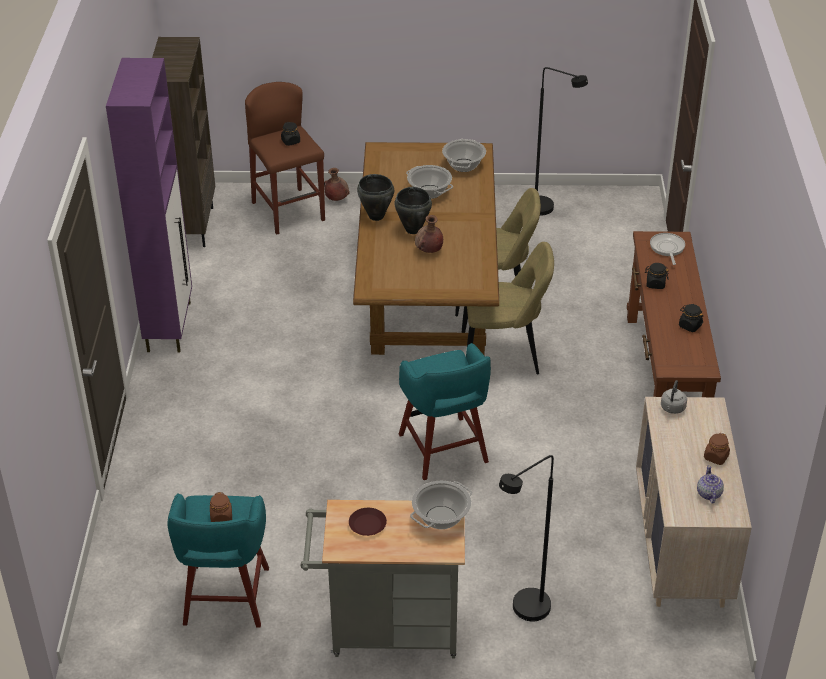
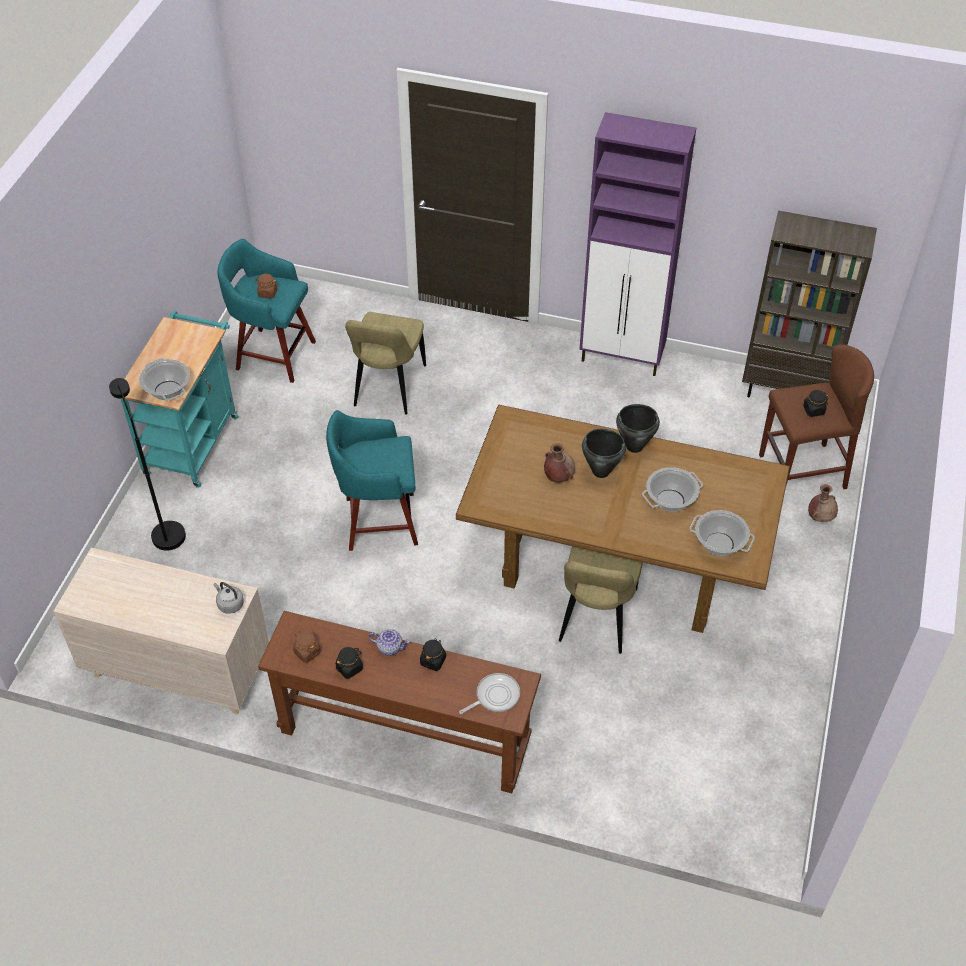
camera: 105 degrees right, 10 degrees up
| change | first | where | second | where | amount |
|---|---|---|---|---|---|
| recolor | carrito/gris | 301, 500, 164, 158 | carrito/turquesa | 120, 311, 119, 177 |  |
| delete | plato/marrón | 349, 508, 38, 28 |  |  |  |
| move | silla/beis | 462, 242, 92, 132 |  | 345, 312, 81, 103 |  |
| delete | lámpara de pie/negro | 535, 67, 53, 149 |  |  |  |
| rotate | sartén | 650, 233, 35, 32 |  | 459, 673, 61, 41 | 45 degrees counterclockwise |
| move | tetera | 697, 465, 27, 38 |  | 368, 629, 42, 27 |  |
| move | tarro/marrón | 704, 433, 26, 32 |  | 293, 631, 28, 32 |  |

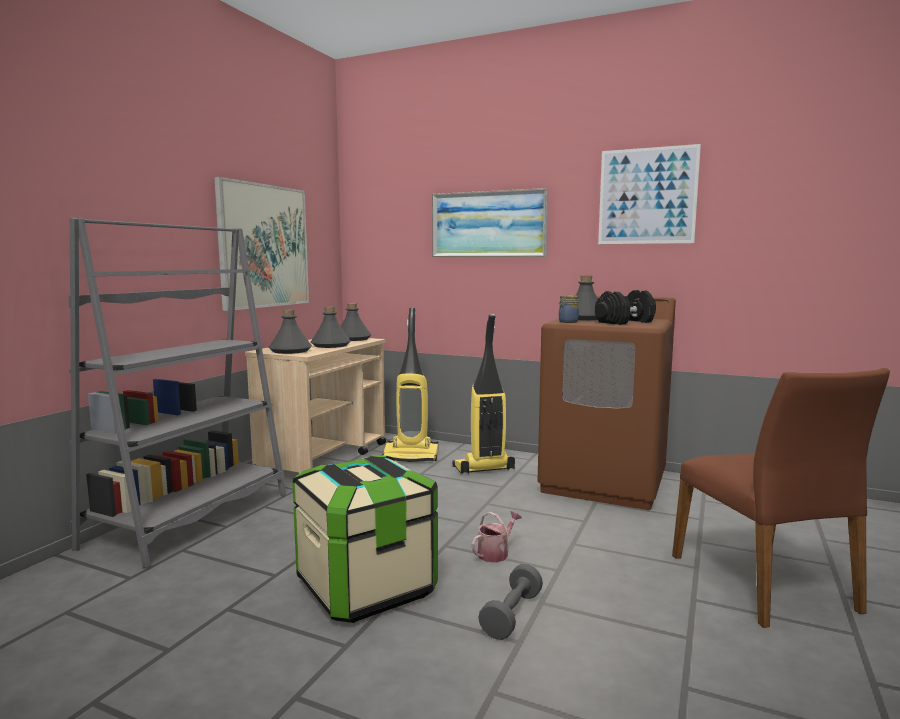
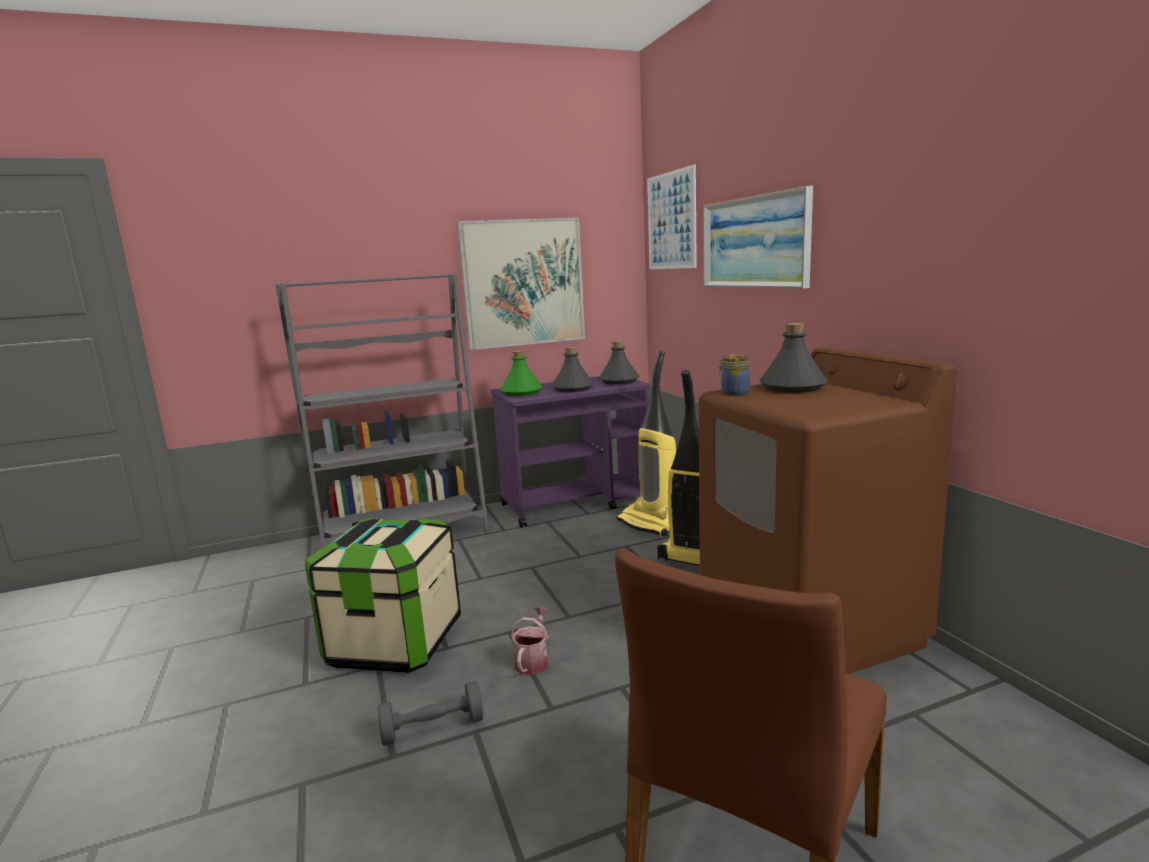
camera: 45 degrees right, 5 degrees up
| change | first | where | second | where | amount |
|---|---|---|---|---|---|
| recolor | carrito/beis | 245, 338, 141, 135 | carrito/morado | 491, 376, 159, 151 |  |
| recolor | botella/gris | 269, 310, 43, 44 | botella/verde | 500, 350, 42, 46 |  |
| rotate | regadera | 472, 511, 50, 52 |  | 511, 607, 38, 68 | 75 degrees counterclockwise |
| delete | mancuerna/negro | 595, 290, 61, 35 |  |  |  |
| move | cuadro | 598, 144, 103, 100 |  | 647, 164, 50, 105 |  |

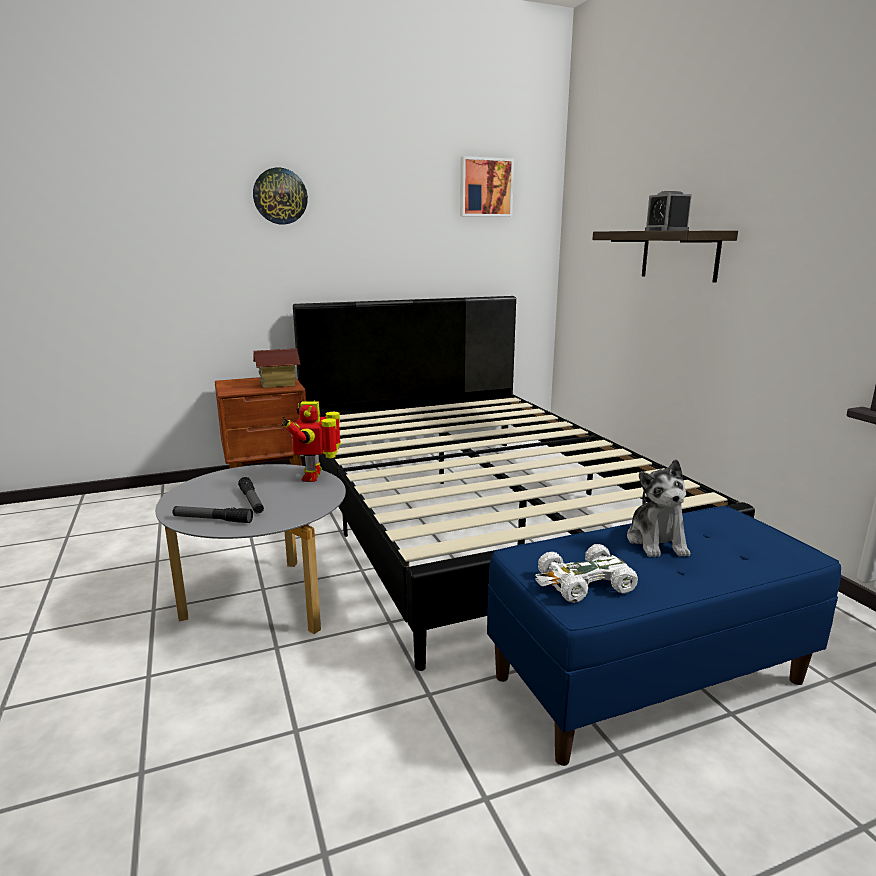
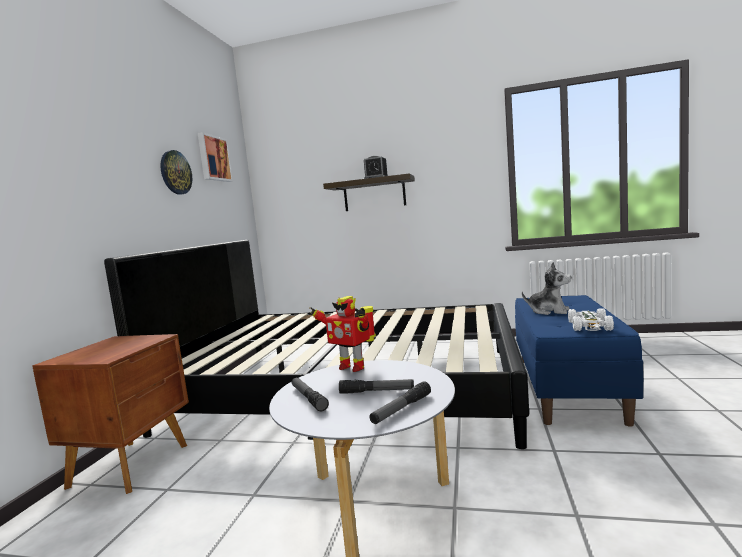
camera: 55 degrees left, 10 degrees down
| change | first | where | second | where | amount |
|---|---|---|---|---|---|
| move | reloj de pared | 253, 167, 55, 57 |  | 160, 150, 32, 45 |  |
| delete | casita | 253, 348, 48, 40 |  |  |  |
| insert |  |  | linterna | 292, 377, 37, 34 |  |

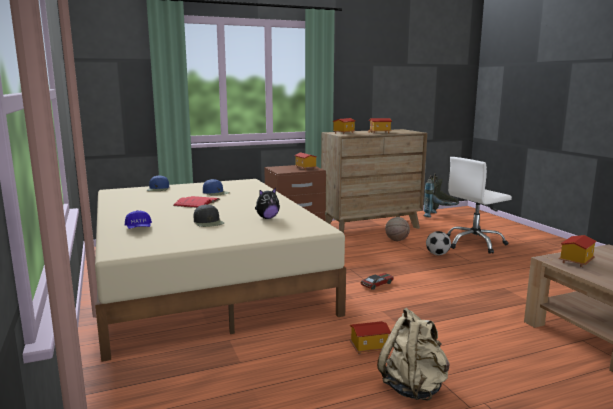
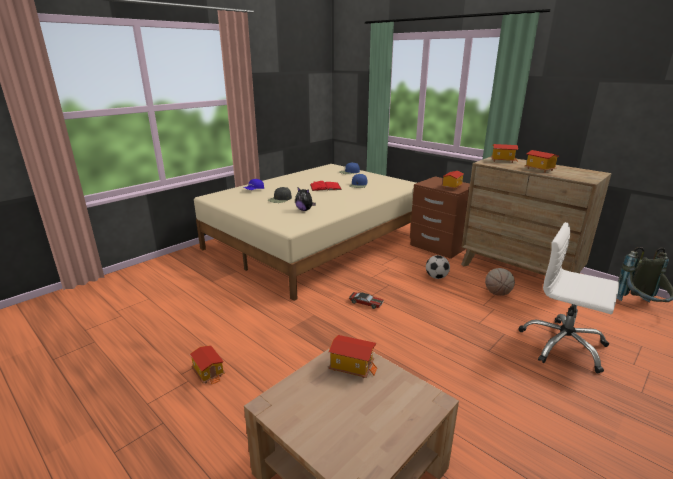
camera: 65 degrees right, 10 degrees up
| change | first | where | second | where | amount |
|---|---|---|---|---|---|
| move | casita | 350, 321, 41, 34 |  | 190, 345, 35, 39 |  |
| delete | mochila/beis | 377, 308, 73, 93 |  |  |  |
| move | balón de fútbol | 426, 231, 25, 24 |  | 426, 255, 24, 24 |  |

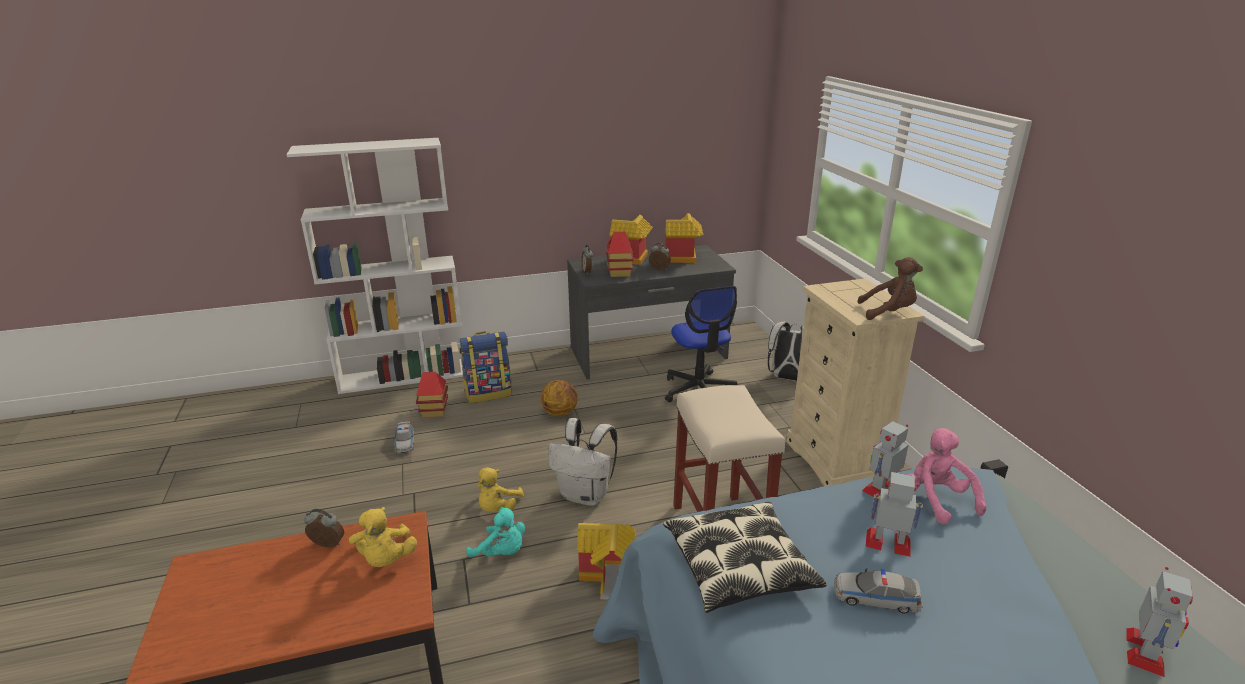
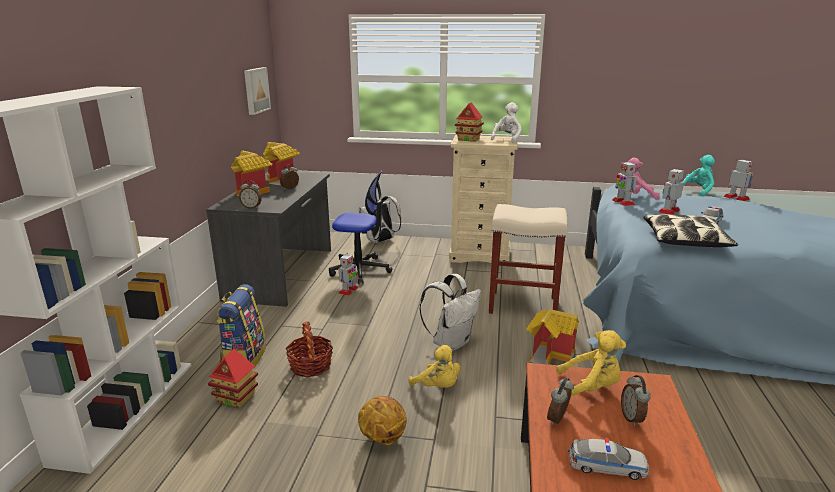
camera: 65 degrees left, 5 degrees down
| change | first | where | second | where | amount |
|---|---|---|---|---|---|
| move | coche de juguete | 393, 421, 21, 32 |  | 568, 438, 81, 42 |  |
| move | peluche/turquesa | 466, 507, 59, 50 |  | 683, 155, 32, 41 |  |
| move | balón de baloncesto | 541, 380, 37, 37 |  | 358, 396, 49, 50 |  |
| move | casita | 606, 232, 28, 45 |  | 455, 102, 29, 40 |  |
| recolor | peluche/marrón | 857, 257, 66, 63 | peluche/blanco | 491, 102, 31, 41 |  |
| insert |  |  | cuadro | 244, 67, 27, 48 |  |
| insert |  |  | cesta | 286, 321, 47, 56 |  |
| insert |  |  | robot de juguete | 338, 253, 21, 43 |  |
| insert |  |  | despertador | 621, 375, 30, 51 |  |

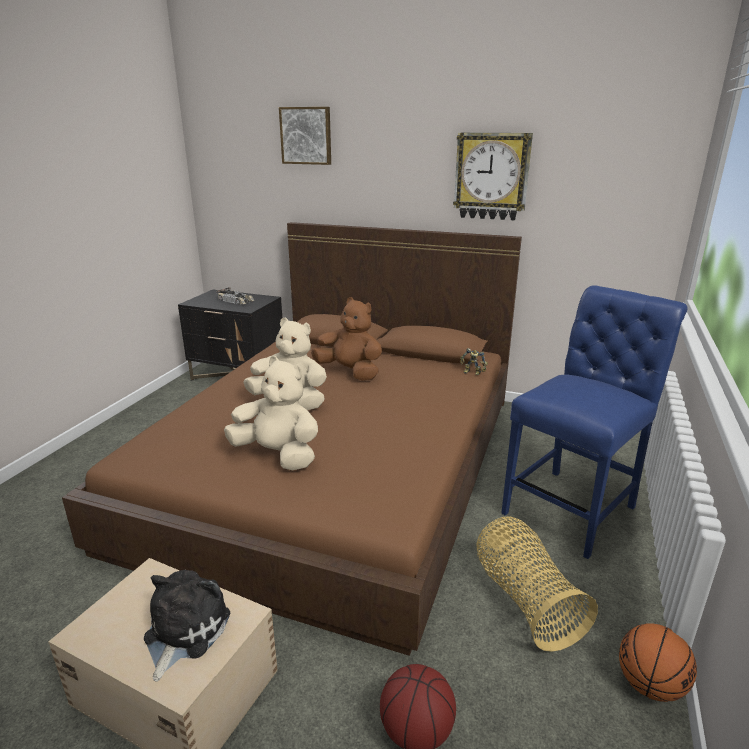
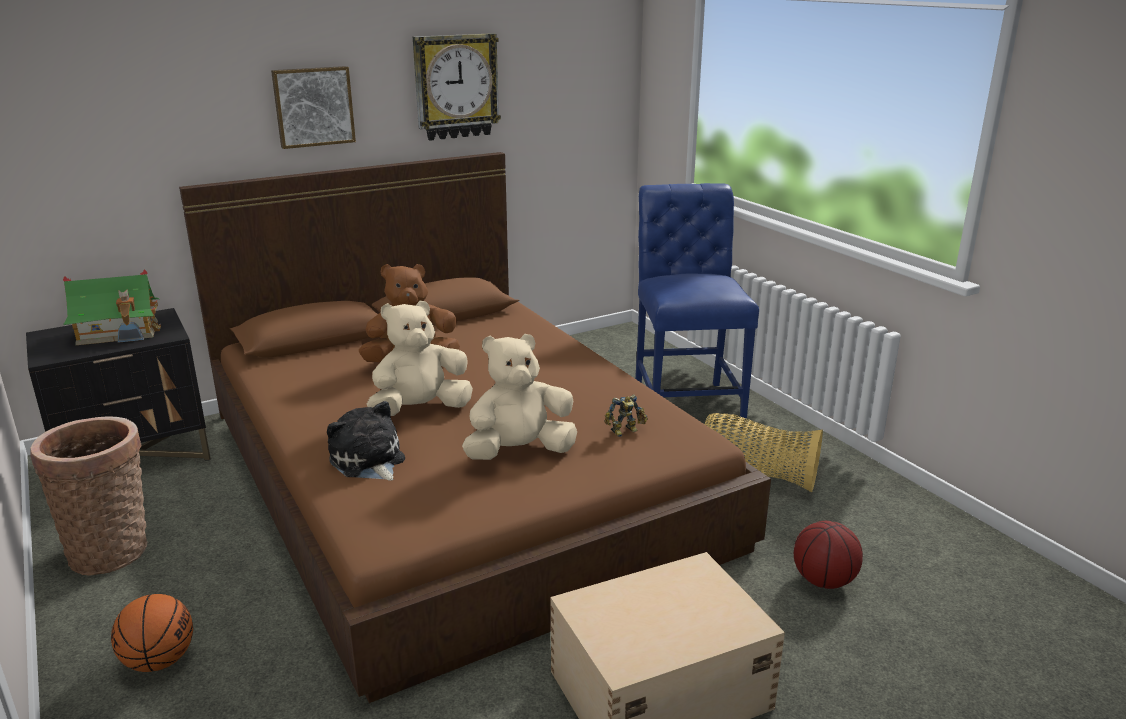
camera: 50 degrees left, 0 degrees up
| change | first | where | second | where | amount |
|---|---|---|---|---|---|
| move | peluche | 144, 570, 87, 111 |  | 327, 401, 78, 80 |  |
| replace | coche de juguete | 217, 287, 38, 18 | casita | 63, 269, 98, 77 |  |
| move | cuadro | 279, 107, 52, 58 |  | 271, 66, 85, 83 |  |
| move | robot de juguete | 460, 348, 28, 27 |  | 604, 394, 44, 43 |  |
| move | balón de baloncesto | 619, 623, 78, 79 |  | 111, 594, 82, 78 |  |
| insert |  |  | cesta | 30, 416, 118, 159 |  |

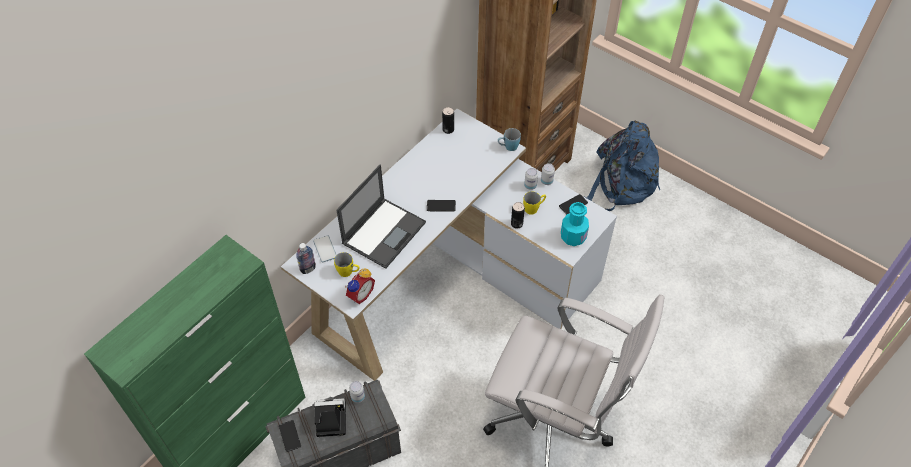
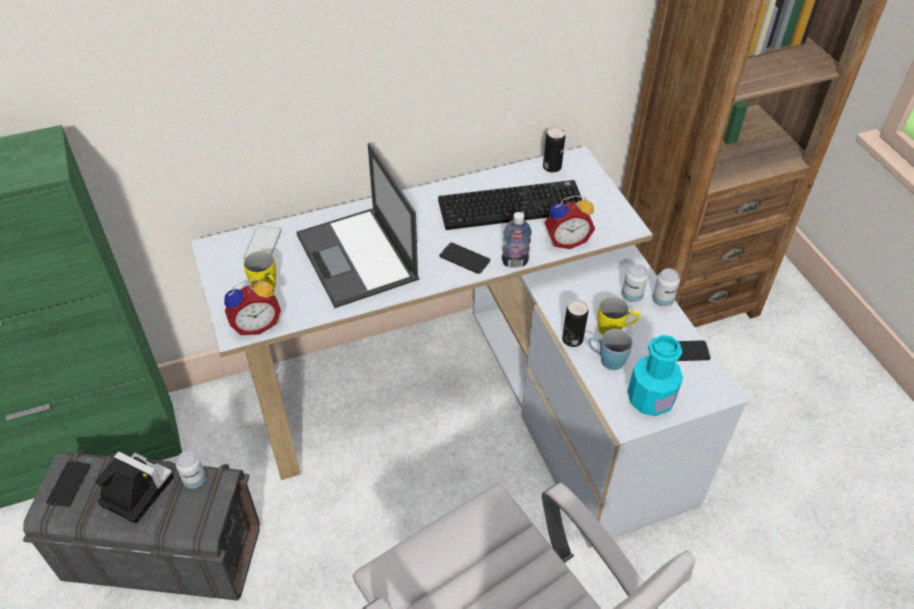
camera: 30 degrees right, 5 degrees down
| change | first | where | second | where | amount |
|---|---|---|---|---|---|
| move | botella | 297, 243, 19, 31 |  | 502, 212, 30, 56 |  |
| rotate | portátil | 336, 165, 90, 104 |  | 296, 143, 123, 165 | 90 degrees clockwise |
| move | taza grande/azul | 498, 128, 23, 23 |  | 588, 329, 45, 41 |  |
| delete | mochila/azul | 584, 121, 76, 90 |  |  |  |
| insert |  |  | teclado | 438, 180, 144, 50 |  |
| insert |  |  | despertador | 545, 196, 50, 53 |  |

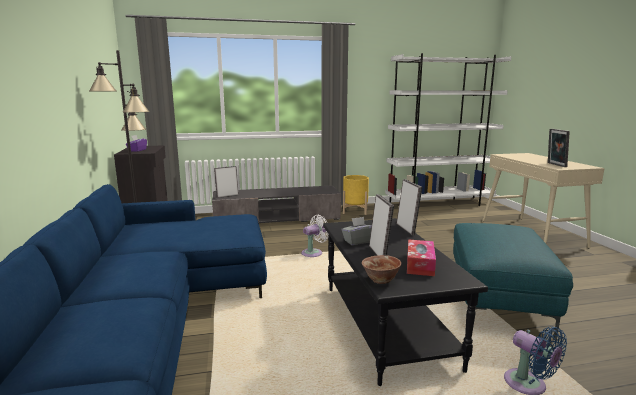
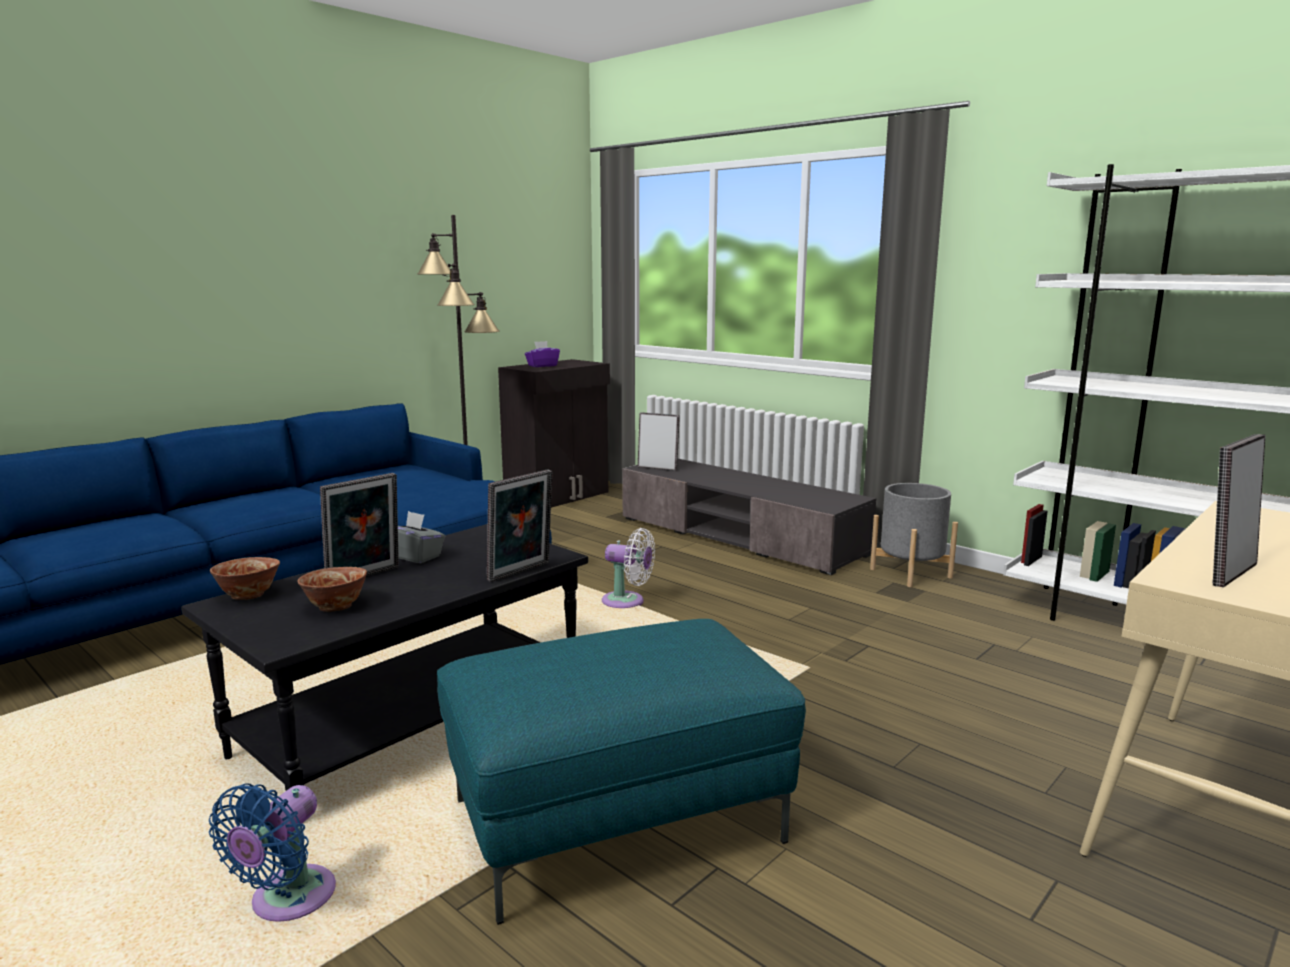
camera: 55 degrees right, 0 degrees up
| change | first | where | second | where | amount |
|---|---|---|---|---|---|
| recolor | maceta/amarillo | 343, 175, 26, 40 | maceta/gris | 870, 483, 88, 104 |  |
| replace | caja de pañuelos | 407, 239, 29, 37 | cuenco | 298, 567, 69, 45 |  |

